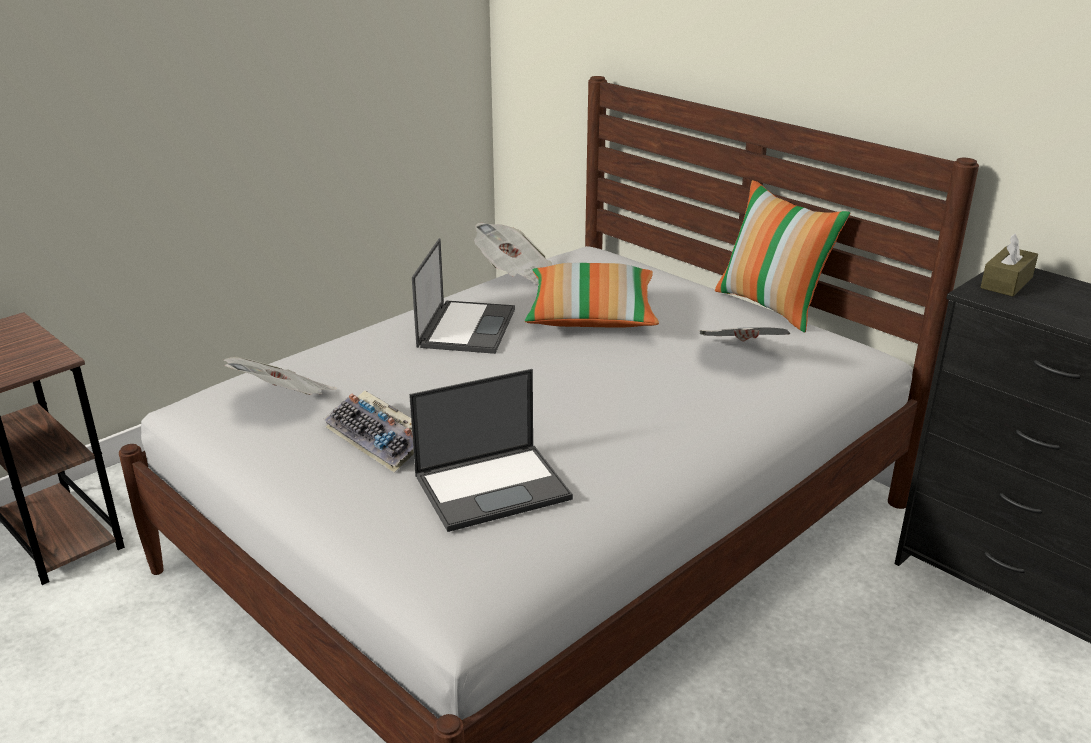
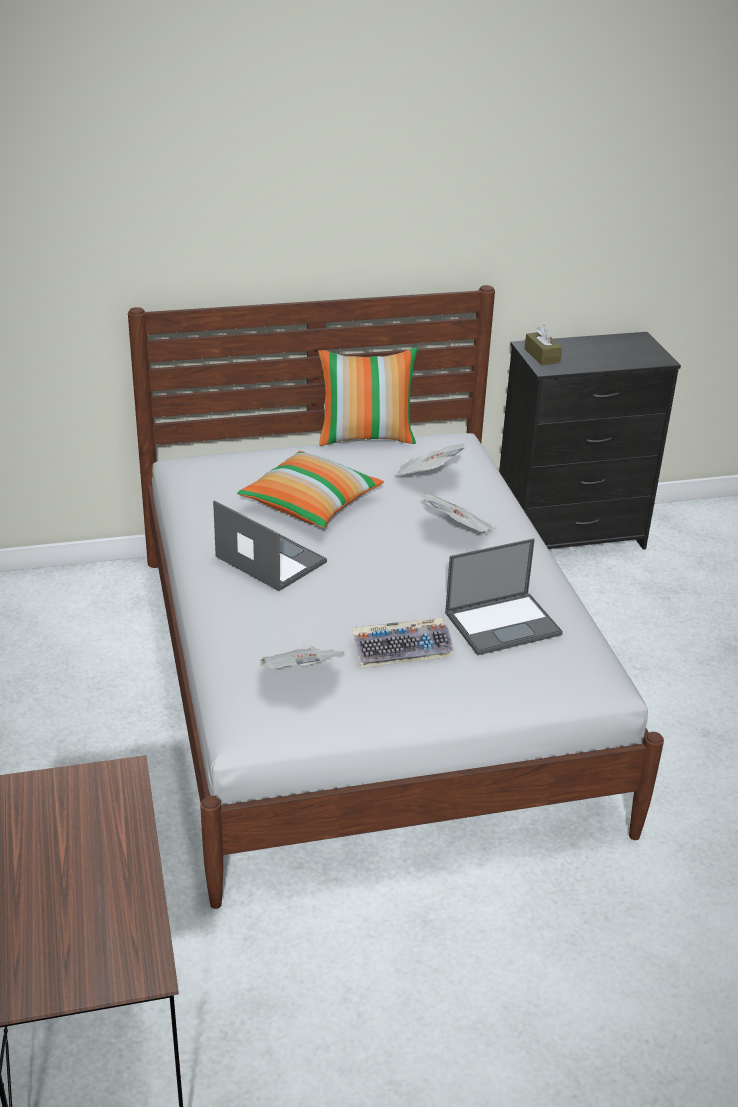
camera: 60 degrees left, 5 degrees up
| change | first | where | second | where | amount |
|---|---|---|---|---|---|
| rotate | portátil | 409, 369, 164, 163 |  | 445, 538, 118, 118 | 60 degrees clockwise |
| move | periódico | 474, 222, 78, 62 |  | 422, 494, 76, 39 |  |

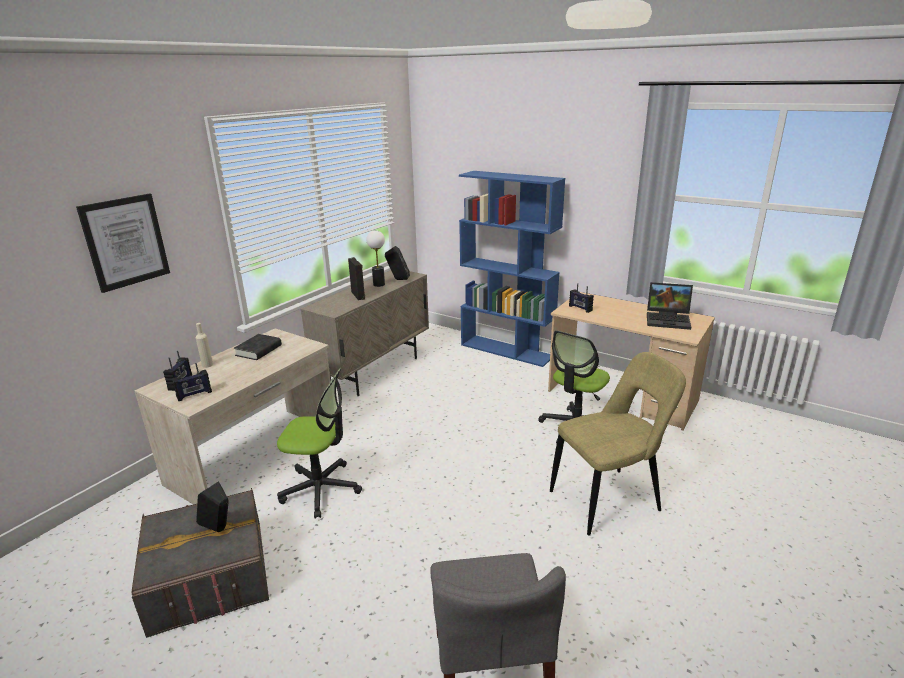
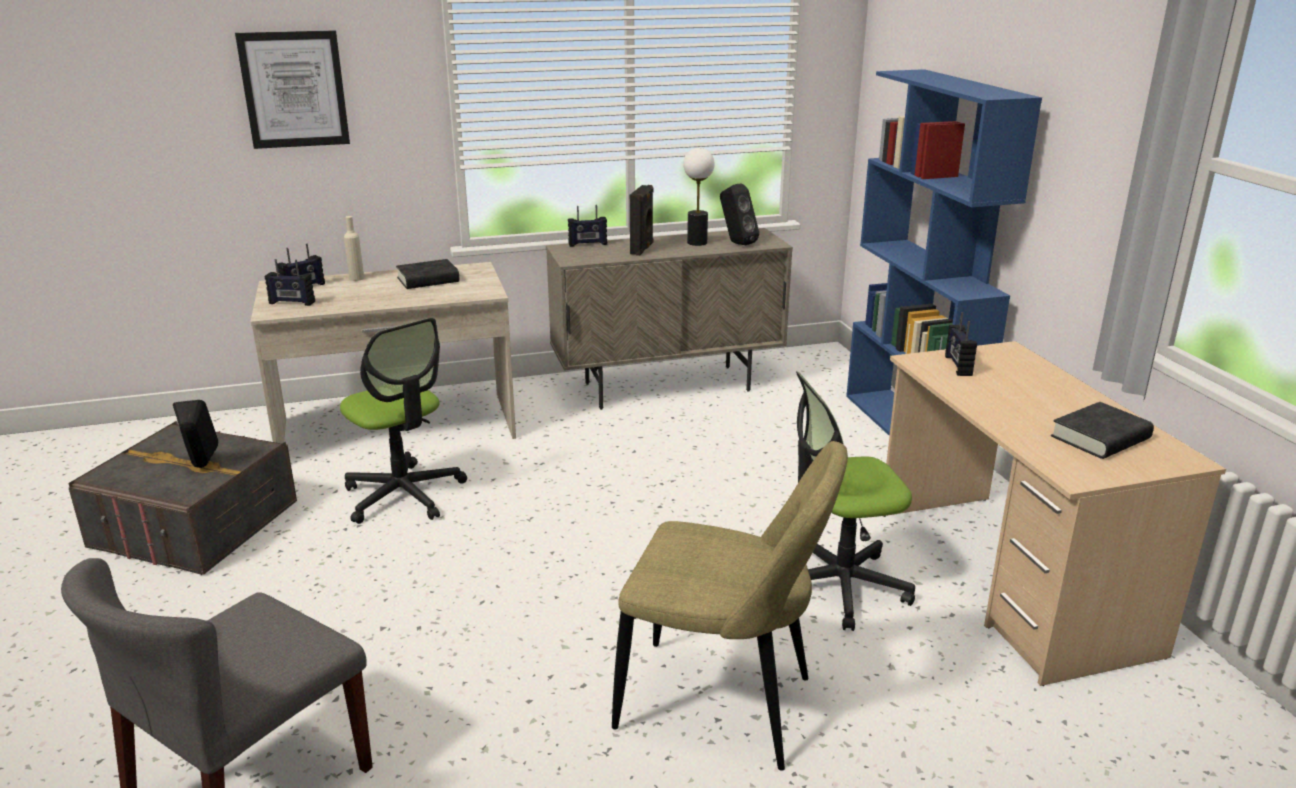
camera: 40 degrees right, 0 degrees up
| change | first | where | second | where | amount |
|---|---|---|---|---|---|
| replace | portátil | 647, 282, 46, 48 | libro/negro | 1051, 402, 103, 57 |  |
| insert |  |  | radio | 568, 205, 39, 42 |  |

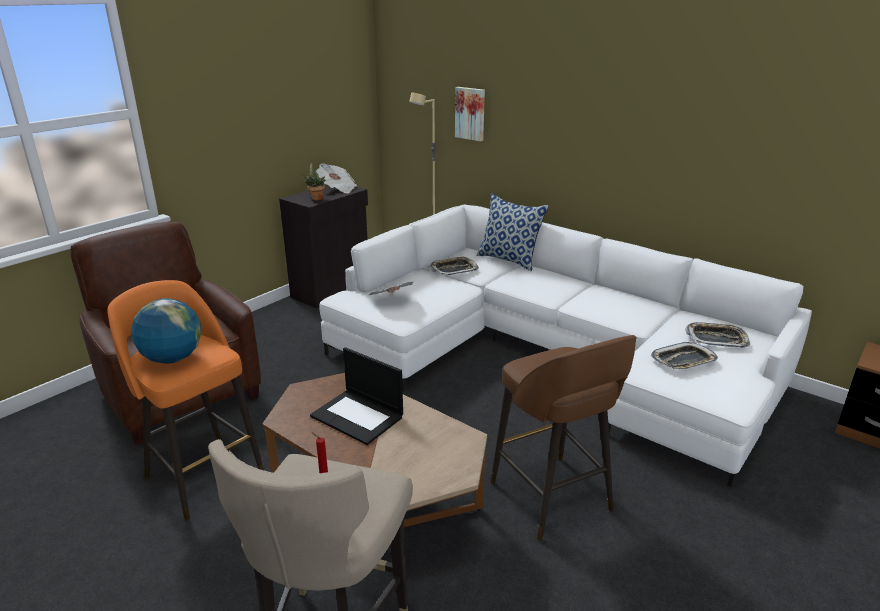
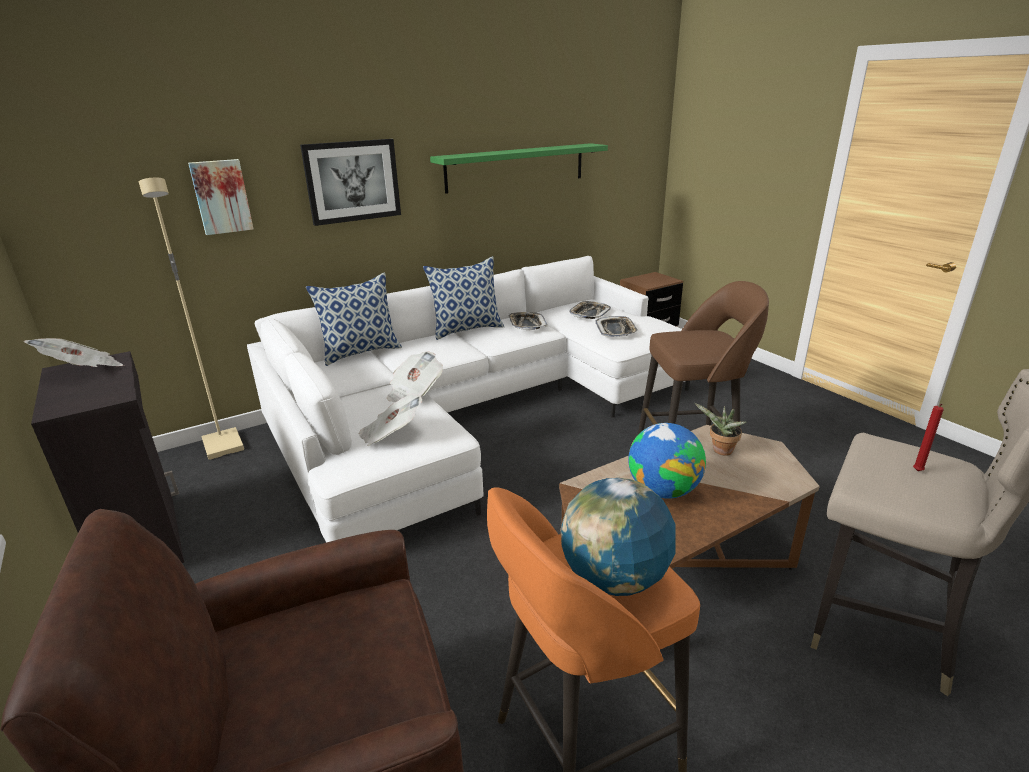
camera: 70 degrees left, 0 degrees up
| change | first | where | second | where | amount |
|---|---|---|---|---|---|
| move | planta en maceta | 303, 162, 22, 38 |  | 695, 403, 51, 53 |  |
| replace | portátil | 310, 347, 93, 98 | globo terráqueo | 628, 423, 78, 76 |  |
| move | bandeja | 430, 256, 49, 20 |  | 508, 312, 39, 18 |  |
| insert |  |  | cuadro | 300, 139, 101, 87 |  |
| insert |  |  | periódico | 387, 351, 56, 51 |  |
| insert |  |  | cojín | 423, 256, 81, 84 |  |
| insert |  |  | estante/verde | 430, 143, 178, 51 |  |

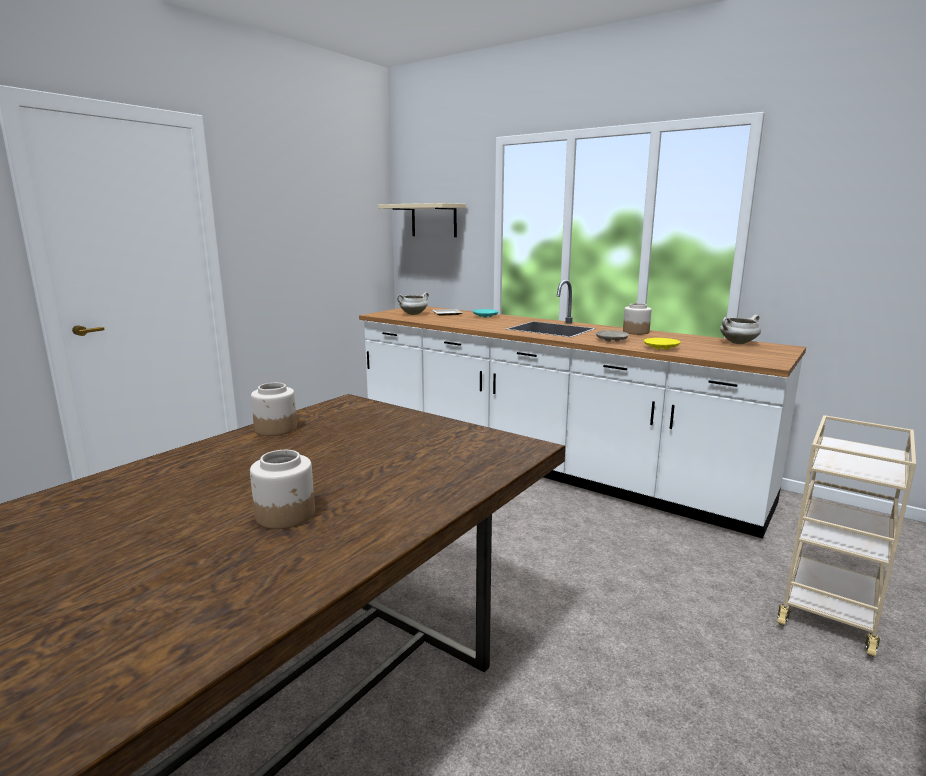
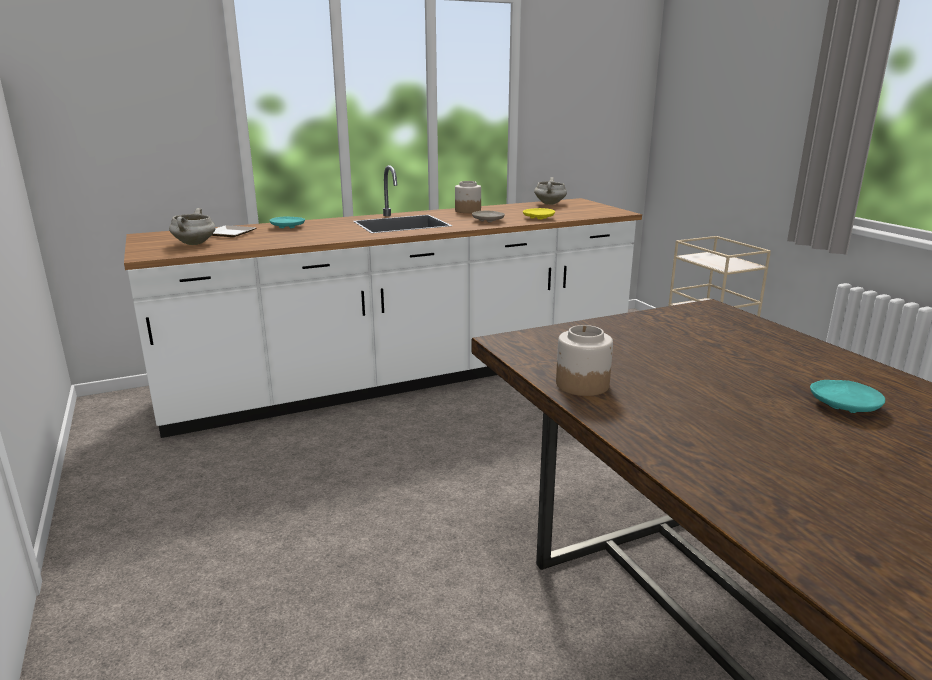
camera: 60 degrees left, 5 degrees up
| change | first | where | second | where | amount |
|---|---|---|---|---|---|
| replace | tarro | 250, 450, 65, 79 | plato/turquesa | 810, 380, 75, 33 |  |
| delete | estante/beis | 378, 203, 88, 34 |  |  |  |

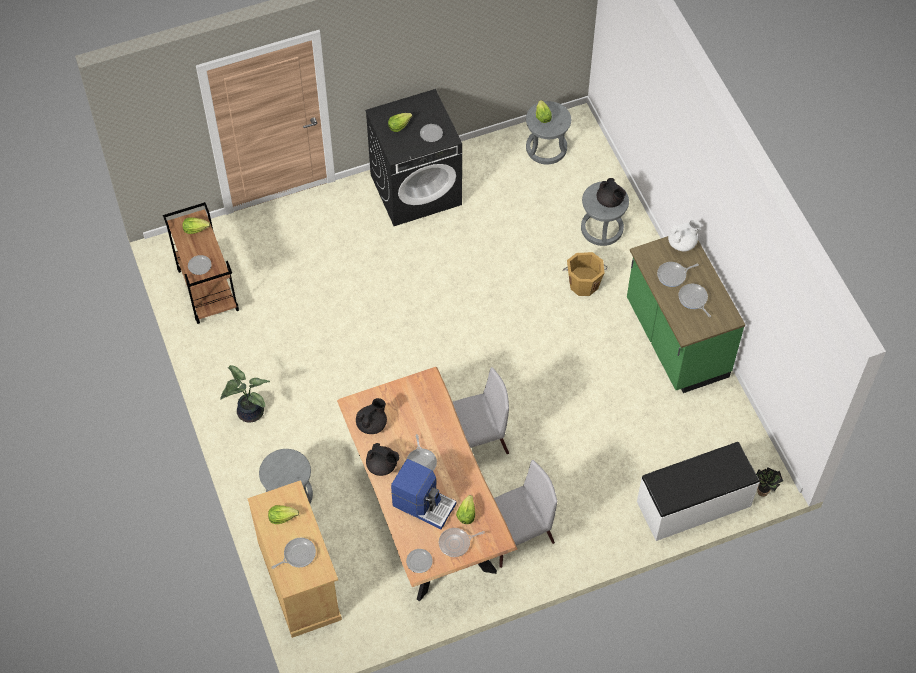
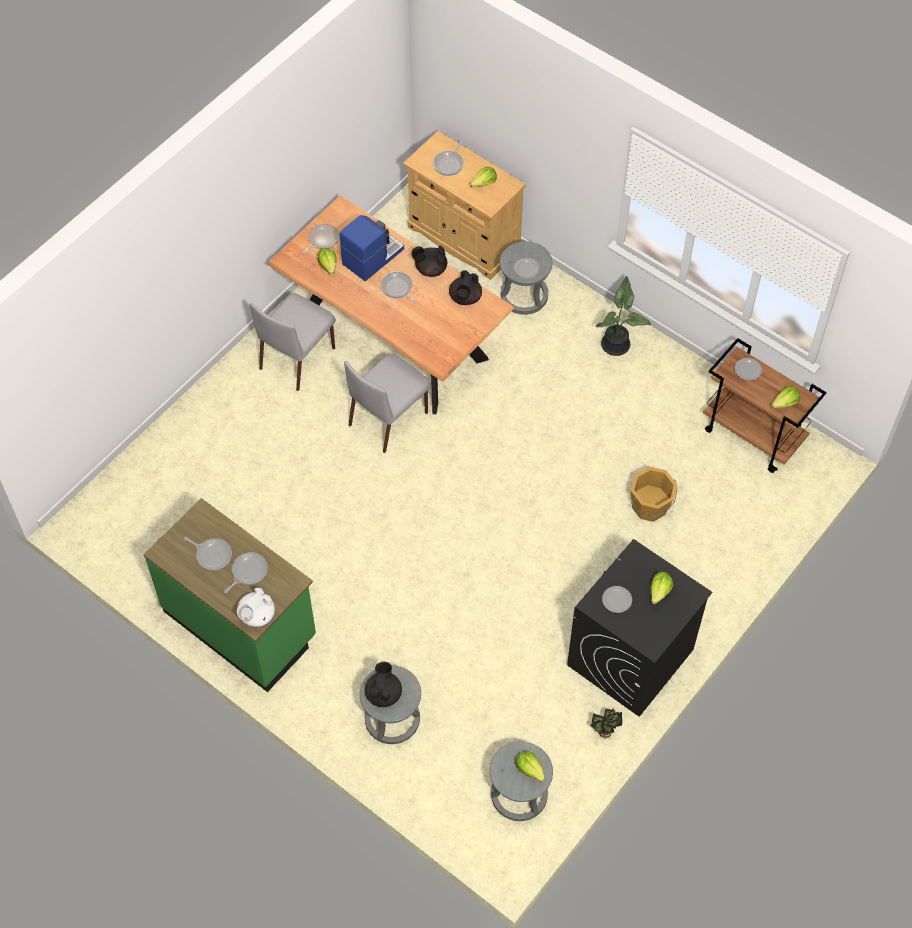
camera: 150 degrees right, 0 degrees up
| change | first | where | second | where | amount |
|---|---|---|---|---|---|
| rotate | cafetera | 391, 459, 65, 71 |  | 340, 215, 64, 66 | 135 degrees clockwise |
| move | plato | 406, 549, 27, 24 |  | 514, 258, 26, 21 |  |
| move | cubo/naranja | 563, 252, 45, 44 |  | 631, 467, 46, 55 |  |
| rotate | tetera/negro | 597, 178, 29, 30 |  | 365, 662, 37, 45 | 75 degrees clockwise |
| delete | banco/blanco | 637, 442, 123, 99 |  |  |  |
| move | planta en maceta | 756, 468, 27, 29 |  | 591, 709, 31, 29 |  |

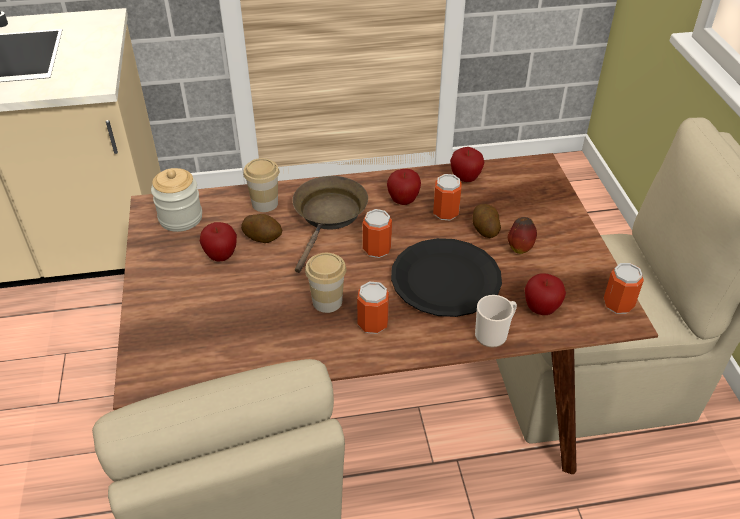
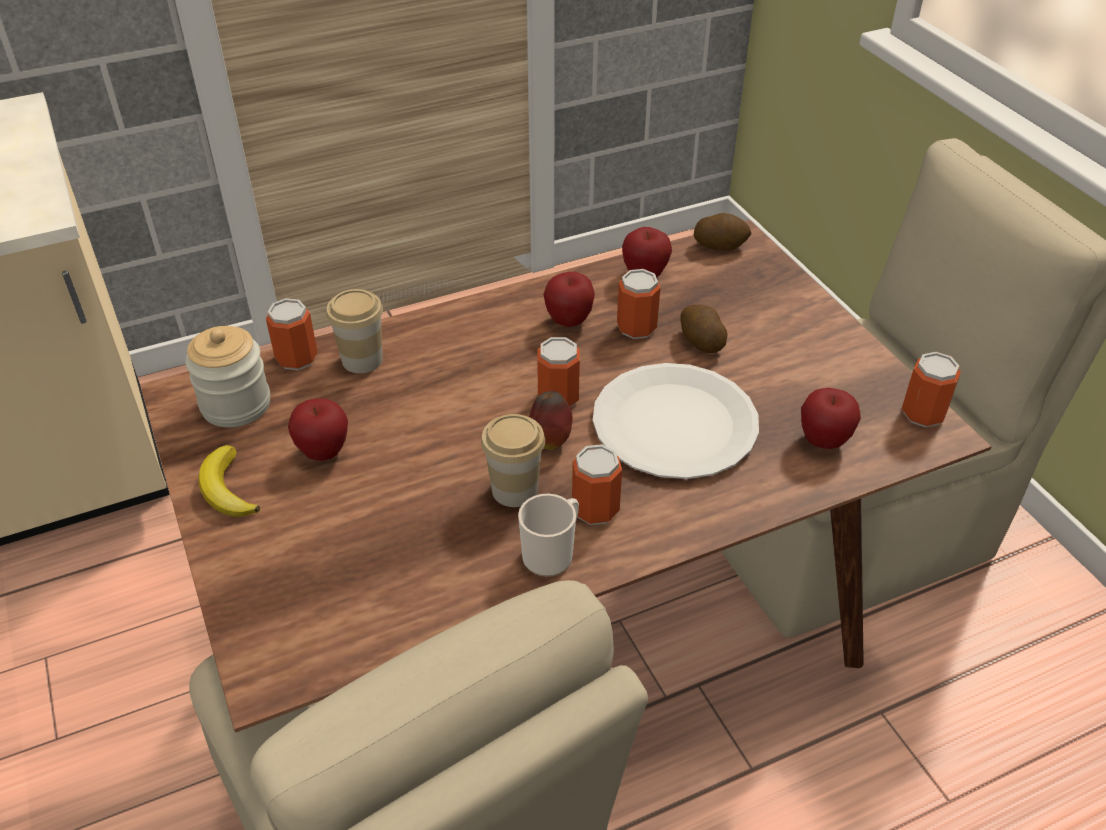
camera: 15 degrees left, 0 degrees up
| change | first | where | second | where | amount |
|---|---|---|---|---|---|
| move | patata | 241, 214, 41, 29 |  | 694, 213, 57, 37 |  |
| delete | sartén/marrón | 293, 176, 75, 97 |  |  |  |
| recolor | plato/negro | 391, 238, 111, 79 | plato/blanco | 593, 363, 166, 116 |  |
| move | taza grande | 475, 295, 42, 53 |  | 518, 494, 61, 83 |  |
| move | manzana | 508, 217, 29, 37 |  | 529, 391, 44, 59 |  |
| insert |  |  | plátano | 198, 445, 62, 72 |  |
| insert |  |  | lata | 266, 298, 51, 72 |  |

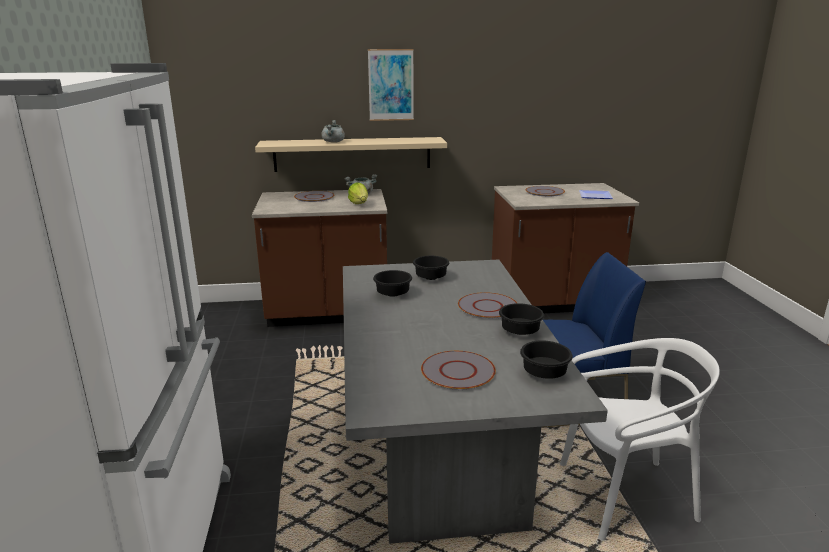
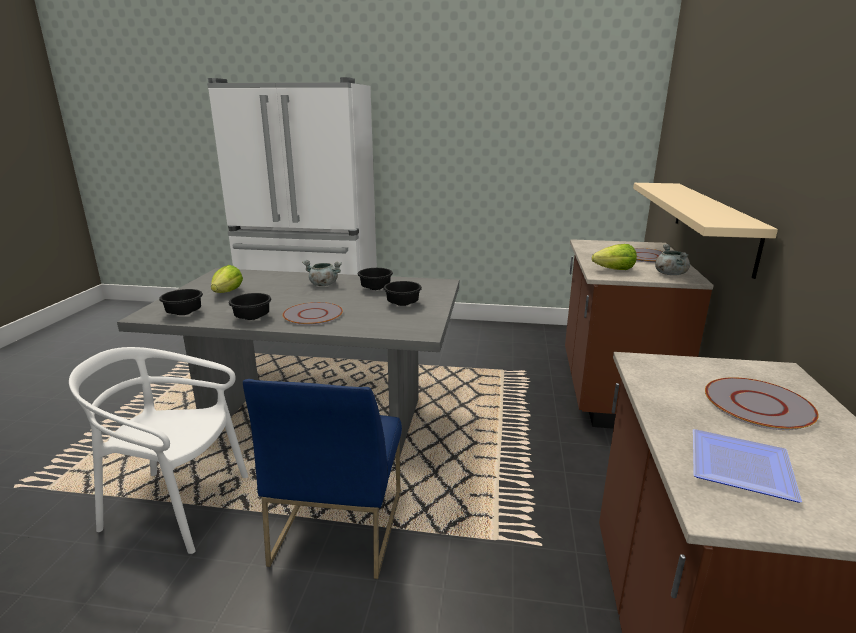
camera: 105 degrees right, 0 degrees up
| change | first | where | second | where | amount |
|---|---|---|---|---|---|
| move | olla/gris | 321, 120, 24, 23 |  | 302, 260, 40, 26 |  |
| delete | cuadro | 368, 49, 46, 72 |  |  |  |
| replace | plato/gris | 421, 351, 75, 39 | lechuga | 211, 265, 32, 28 |  |
| rotate | silla/blanco | 560, 338, 160, 203 |  | 69, 347, 179, 207 | 90 degrees clockwise |

